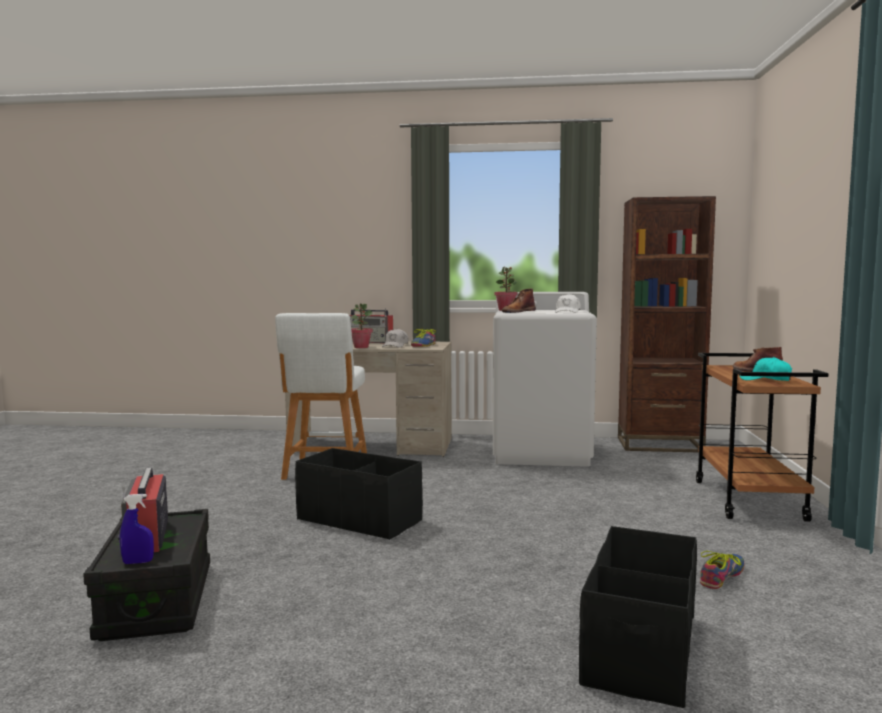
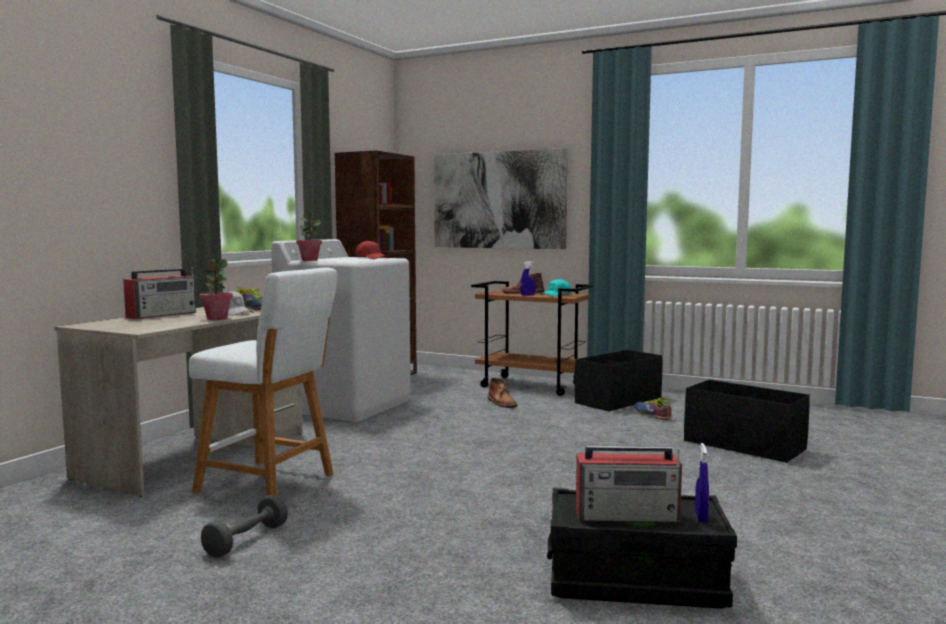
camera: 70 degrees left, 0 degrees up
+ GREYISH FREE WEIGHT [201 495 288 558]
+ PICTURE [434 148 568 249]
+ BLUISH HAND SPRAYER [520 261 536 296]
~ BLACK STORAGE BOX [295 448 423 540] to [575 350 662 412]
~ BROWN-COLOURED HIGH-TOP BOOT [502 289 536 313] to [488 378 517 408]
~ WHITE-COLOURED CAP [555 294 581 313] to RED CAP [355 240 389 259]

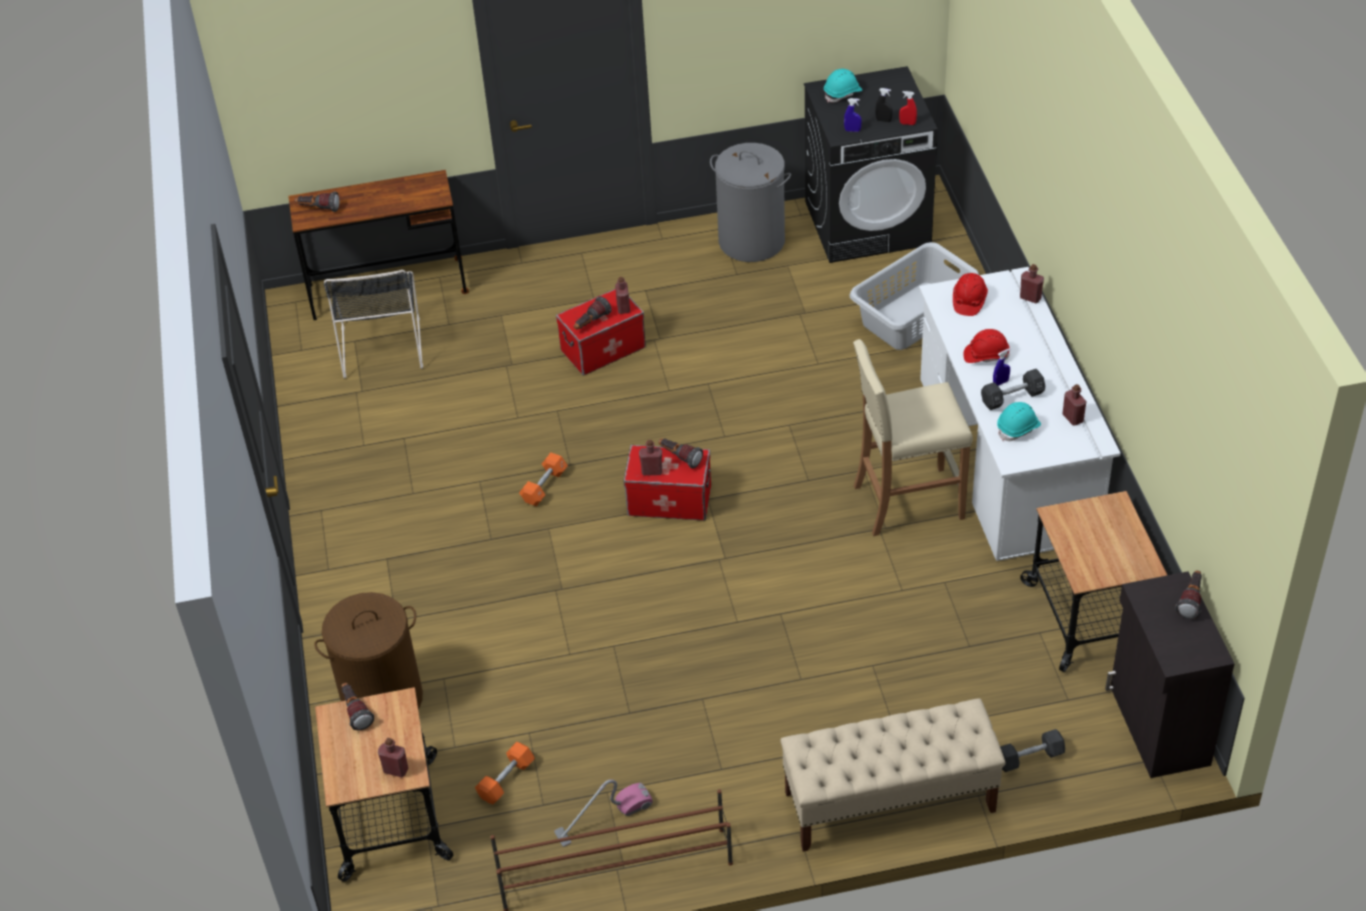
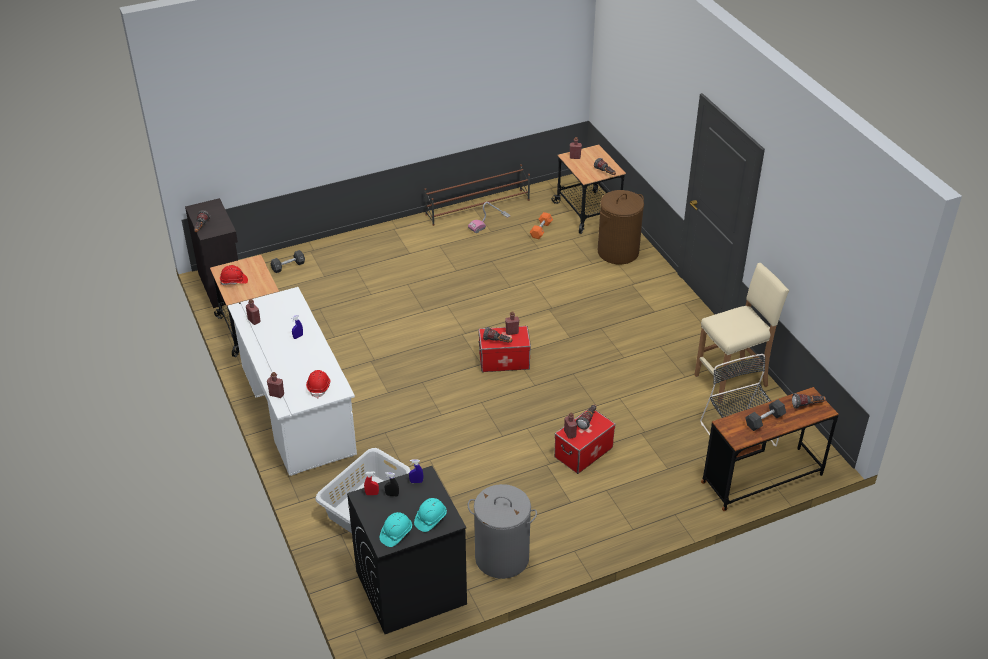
camera: 165 degrees right, 5 degrees down
- ORANGE-COLOURED FREE WEIGHT [519 453 568 506]
- BEIGE-COLOURED BENCH [780 698 1005 852]
~ BEIGE-COLOURED STOOL SEAT [853 339 973 536] to [695 263 789 403]
~ RED WORK HELMET [963 329 1009 363] to [220 265 248 285]
~ BLACK FREE WEIGHT [981 369 1045 410] to [745 399 786 431]
~ TURQUOISE-COLOURED WORK HELMET [997 402 1041 441] to [380 512 412 547]

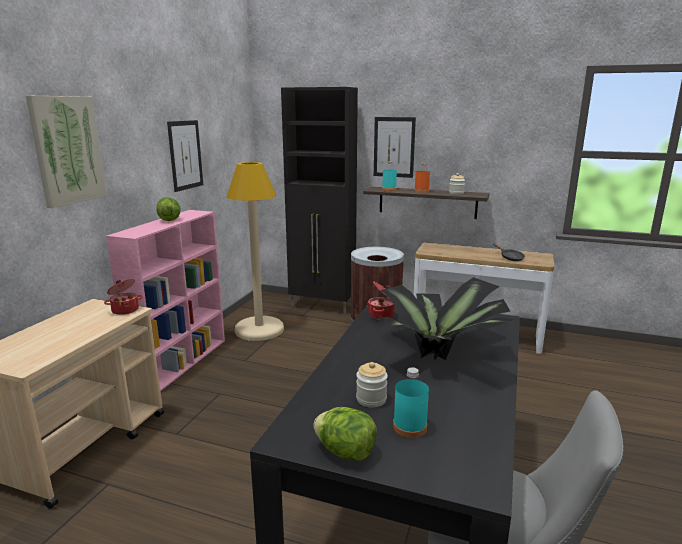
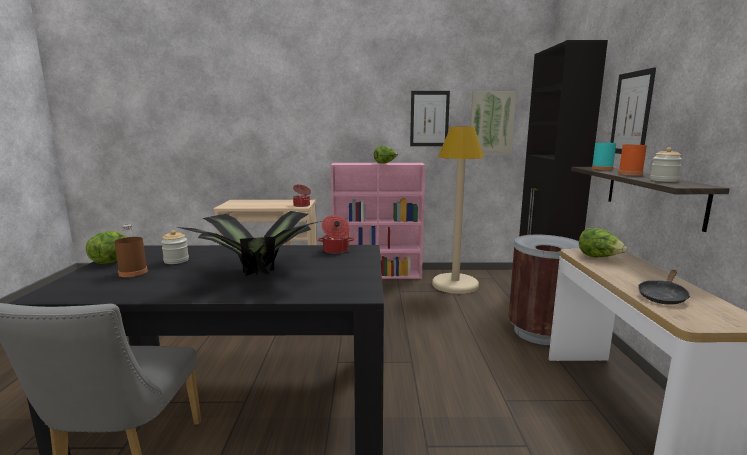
camera: 70 degrees right, 5 degrees down
+ LETTUCE [579 228 627 257]
~ PICTURE [26 96 107 208] to [470 91 516 155]
~ TURQUOISE-COLOURED BEVERAGE BOTTLE [393 367 429 438] to BROWN-COLOURED BEVERAGE BOTTLE [114 225 148 277]

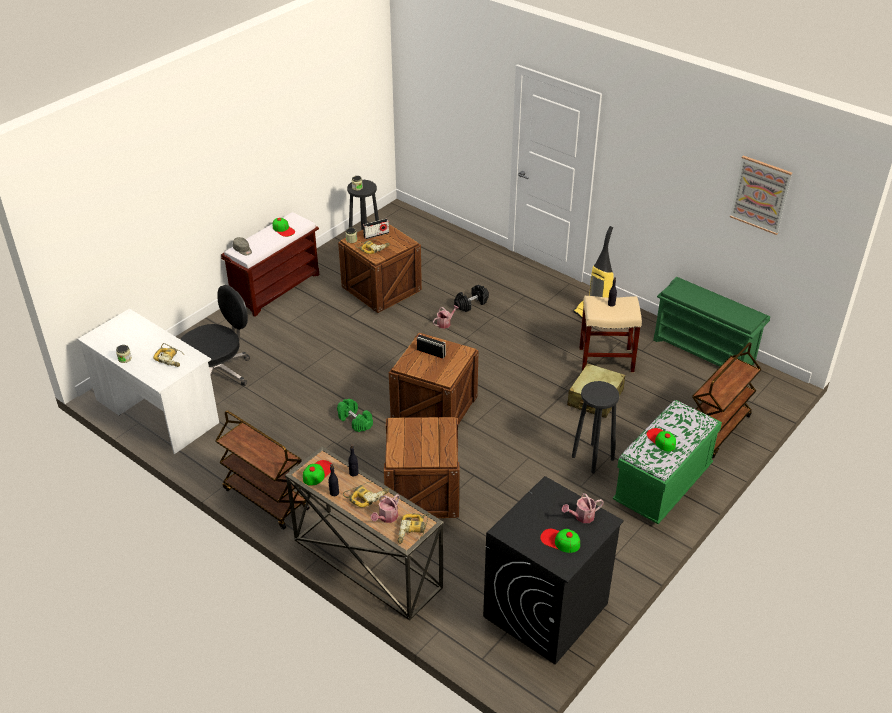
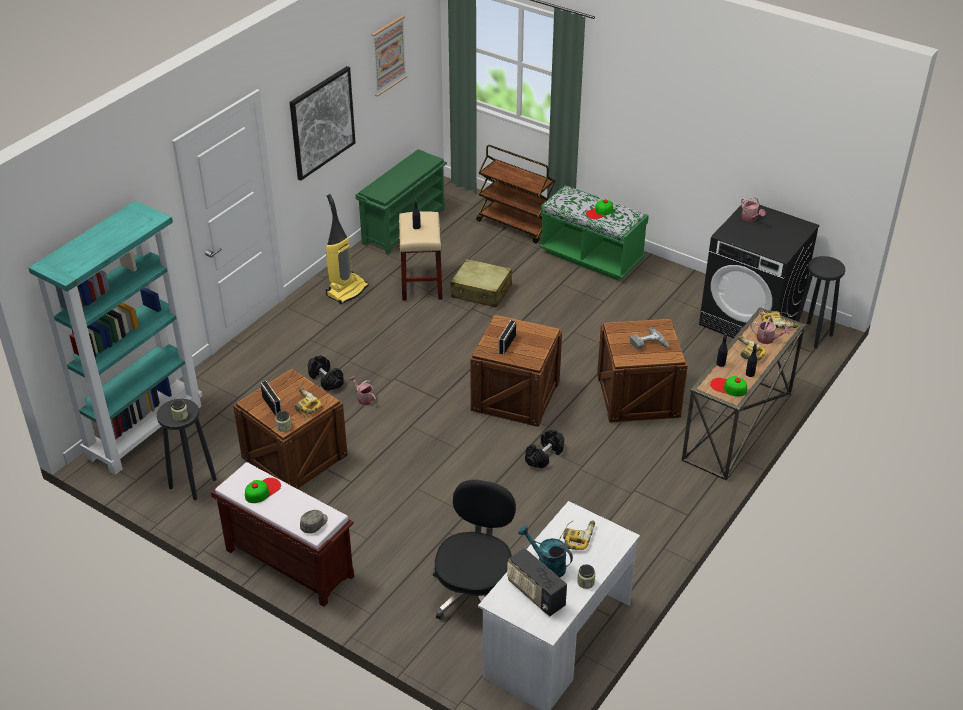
camera: 95 degrees left, 0 degrees up
- BROWN-COLOURED TROLLEY [215 410 310 530]
- CAP [540 529 580 553]
+ TURQUOISE-COLOURED BOOKCASE [28 201 202 475]
+ PICTURE [290 66 356 181]
+ RADIO SET [507 548 567 616]
+ TURQUOISE-COLOURED SPRINKLING CAN [518 525 573 577]
+ ELECTRIC DRILL [630 327 669 350]
~ BLACK STOOL SEAT [572 381 619 473] to [795 256 845 348]
~ GREEN FREE WEIGHT [337 399 373 432] to BLACK FREE WEIGHT [525 430 564 468]
~ BLACK OFFICE CHAIR [180 285 250 386] = [433 479 516 620] 60 degrees clockwise

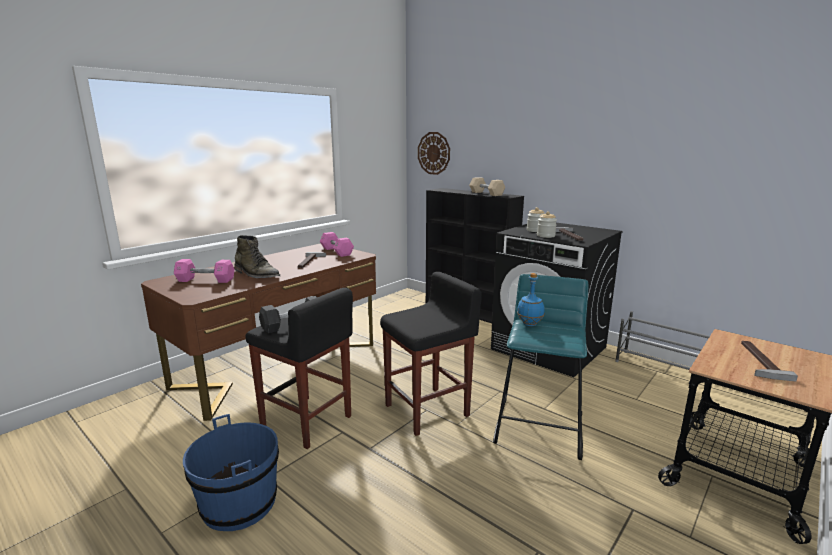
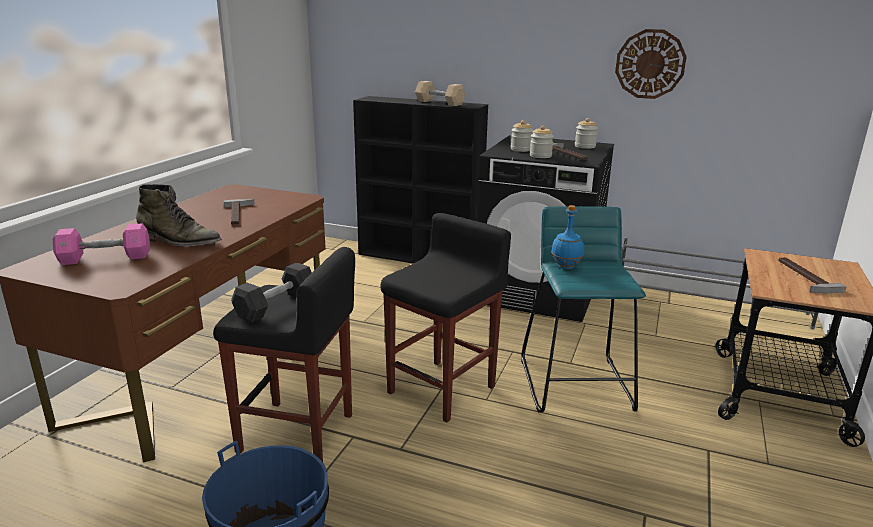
camera: 20 degrees left, 5 degrees up
- PINKISH FREE WEIGHT [320 232 354 257]
+ STORAGE JAR [575 118 598 149]
~ CLOCK ON THE WALL [418 132 450 175] to [615 29 687 99]

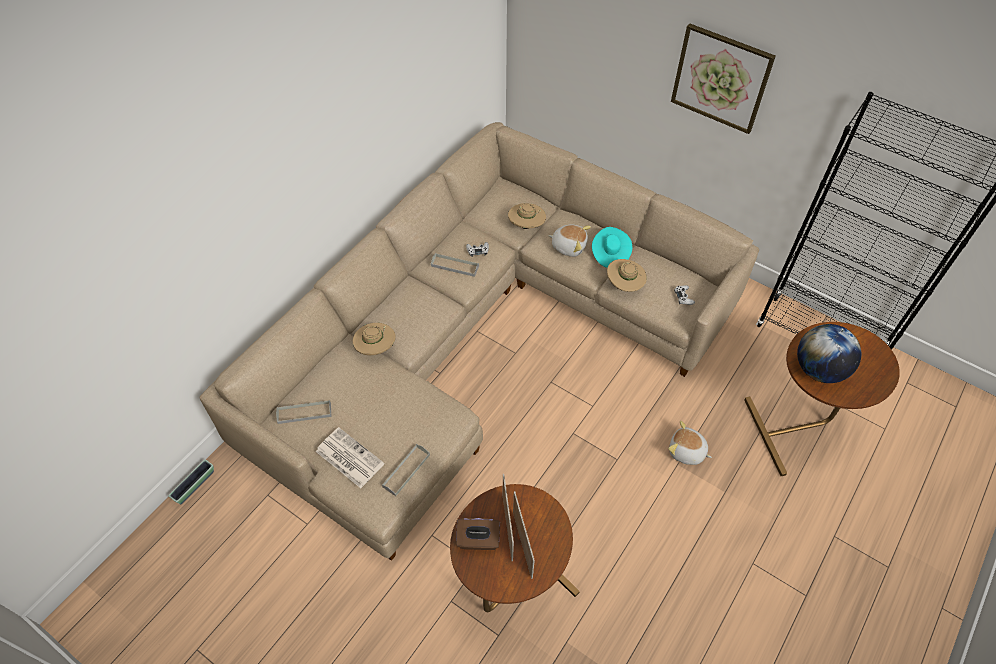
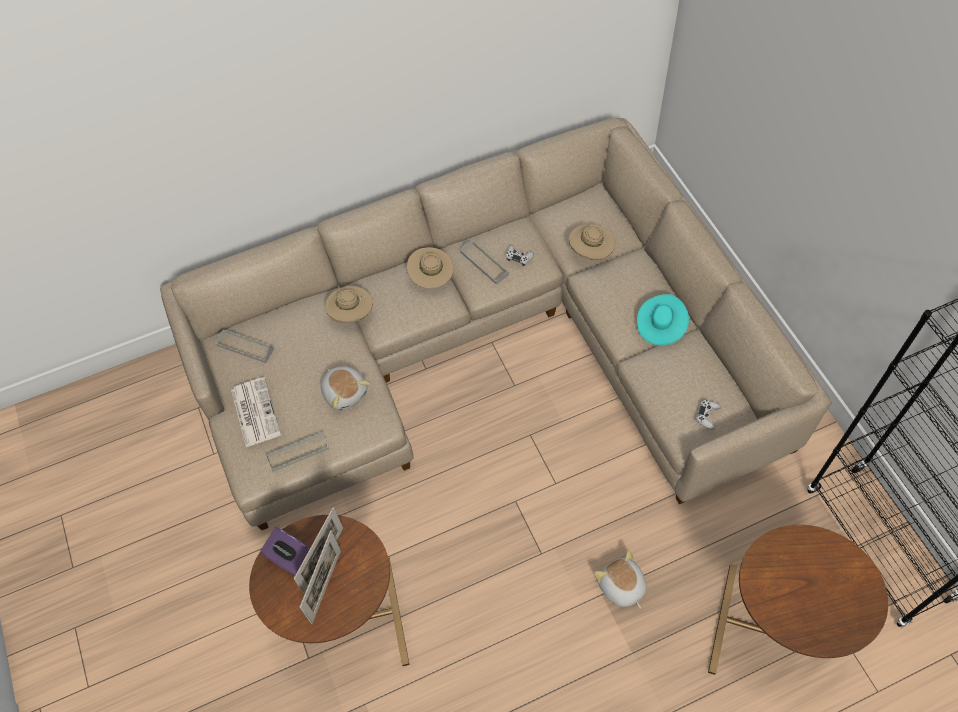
camera: 35 degrees right, 5 degrees up
- FLOWER POT [169 460 214 505]
- PICTURE [671 23 776 134]
- GLOBE [797 324 861 383]
~ PLUSH TOY [548 224 591 257] to [321 366 370 410]
~ BEIGE-COLOURED WEARABLE HAT [607 259 647 292] to [407 247 454 289]
~ BROWN-COLOURED TISSUE BOX [456 518 500 550] to PURPLISH TISSUE BOX [260 527 310 575]

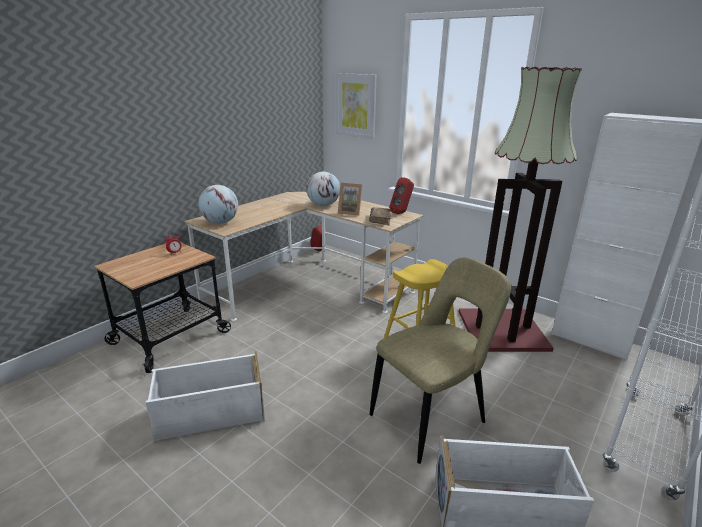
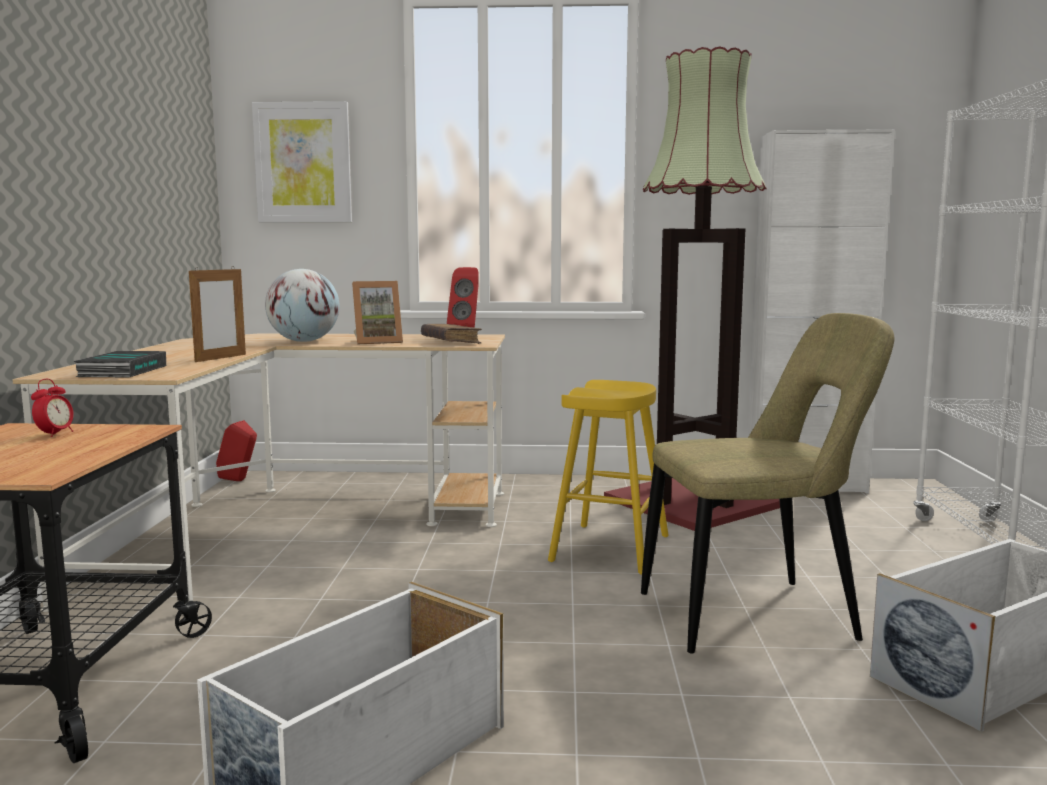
camera: 35 degrees left, 15 degrees down
+ PHOTO FRAME [189 266 246 362]
~ GLOBE [198 185 238 224] to BOOK [74 351 166 377]
~ BEIGE-COLOURED UPRIGHT CHAIR [369 258 511 464] = [641 313 894 654] 60 degrees clockwise

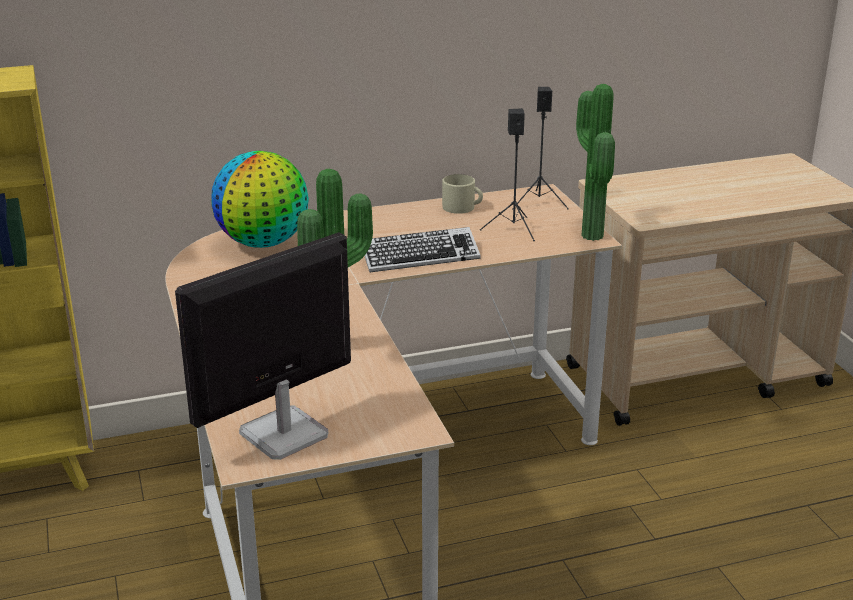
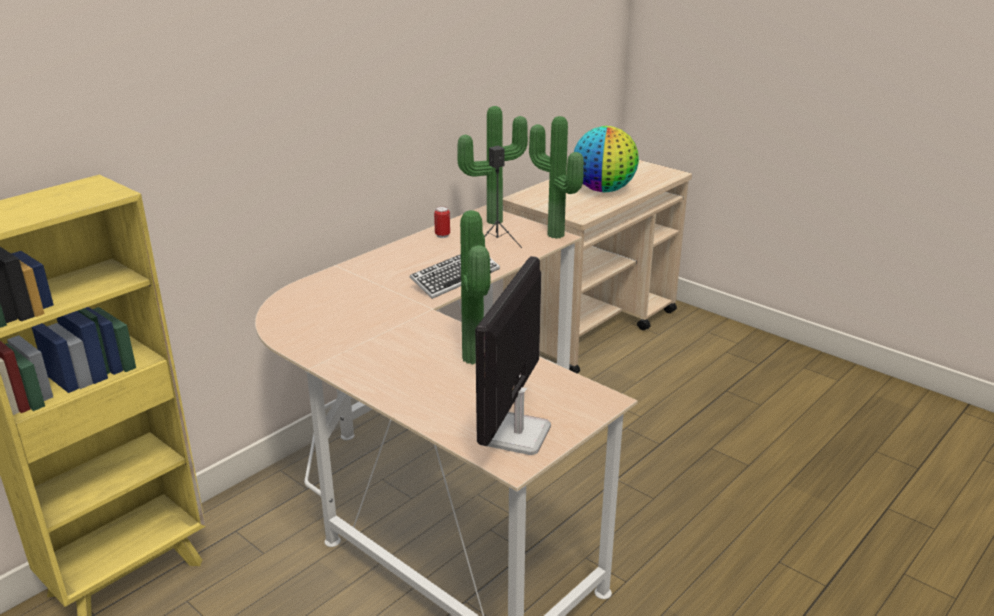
camera: 30 degrees left, 0 degrees up
~ GLOBE [211 151 309 248] to [574 126 639 192]
~ BEIGE-COLOURED MUG [442 174 483 214] to SEALED CAN [434 206 450 238]
~ BLACK SPEAKER [512 87 569 209] to POTTED PLANT [458 106 528 224]

